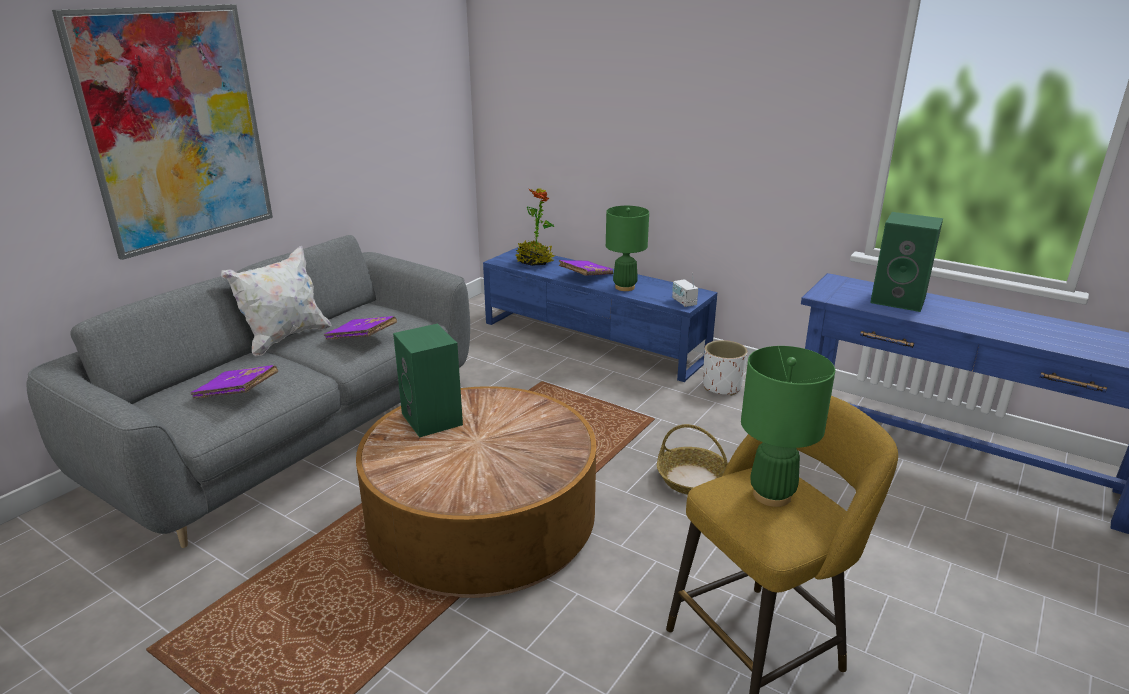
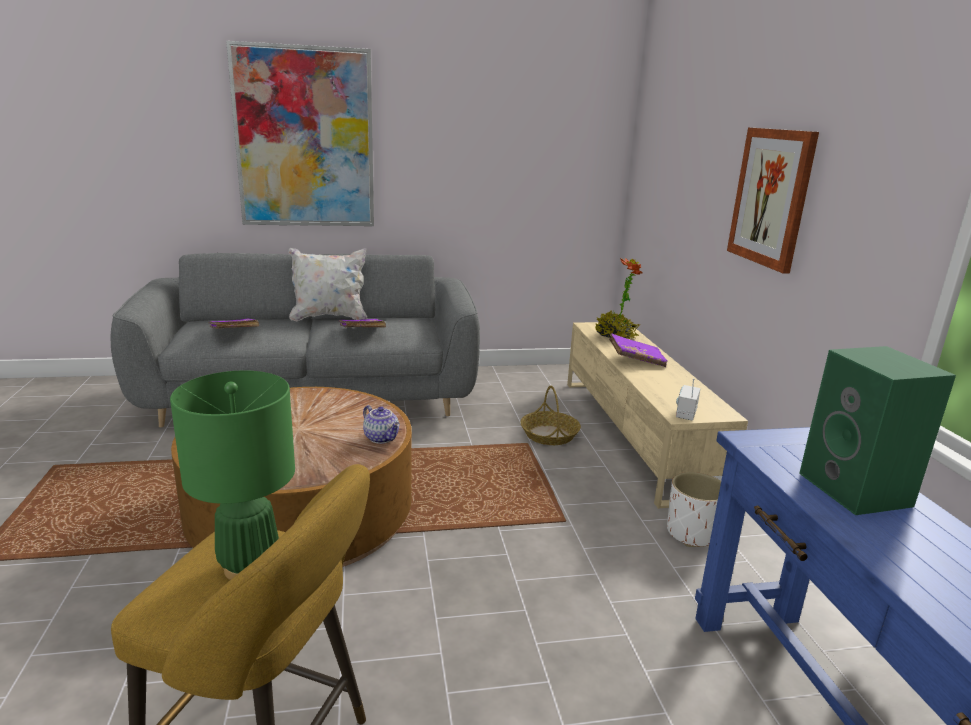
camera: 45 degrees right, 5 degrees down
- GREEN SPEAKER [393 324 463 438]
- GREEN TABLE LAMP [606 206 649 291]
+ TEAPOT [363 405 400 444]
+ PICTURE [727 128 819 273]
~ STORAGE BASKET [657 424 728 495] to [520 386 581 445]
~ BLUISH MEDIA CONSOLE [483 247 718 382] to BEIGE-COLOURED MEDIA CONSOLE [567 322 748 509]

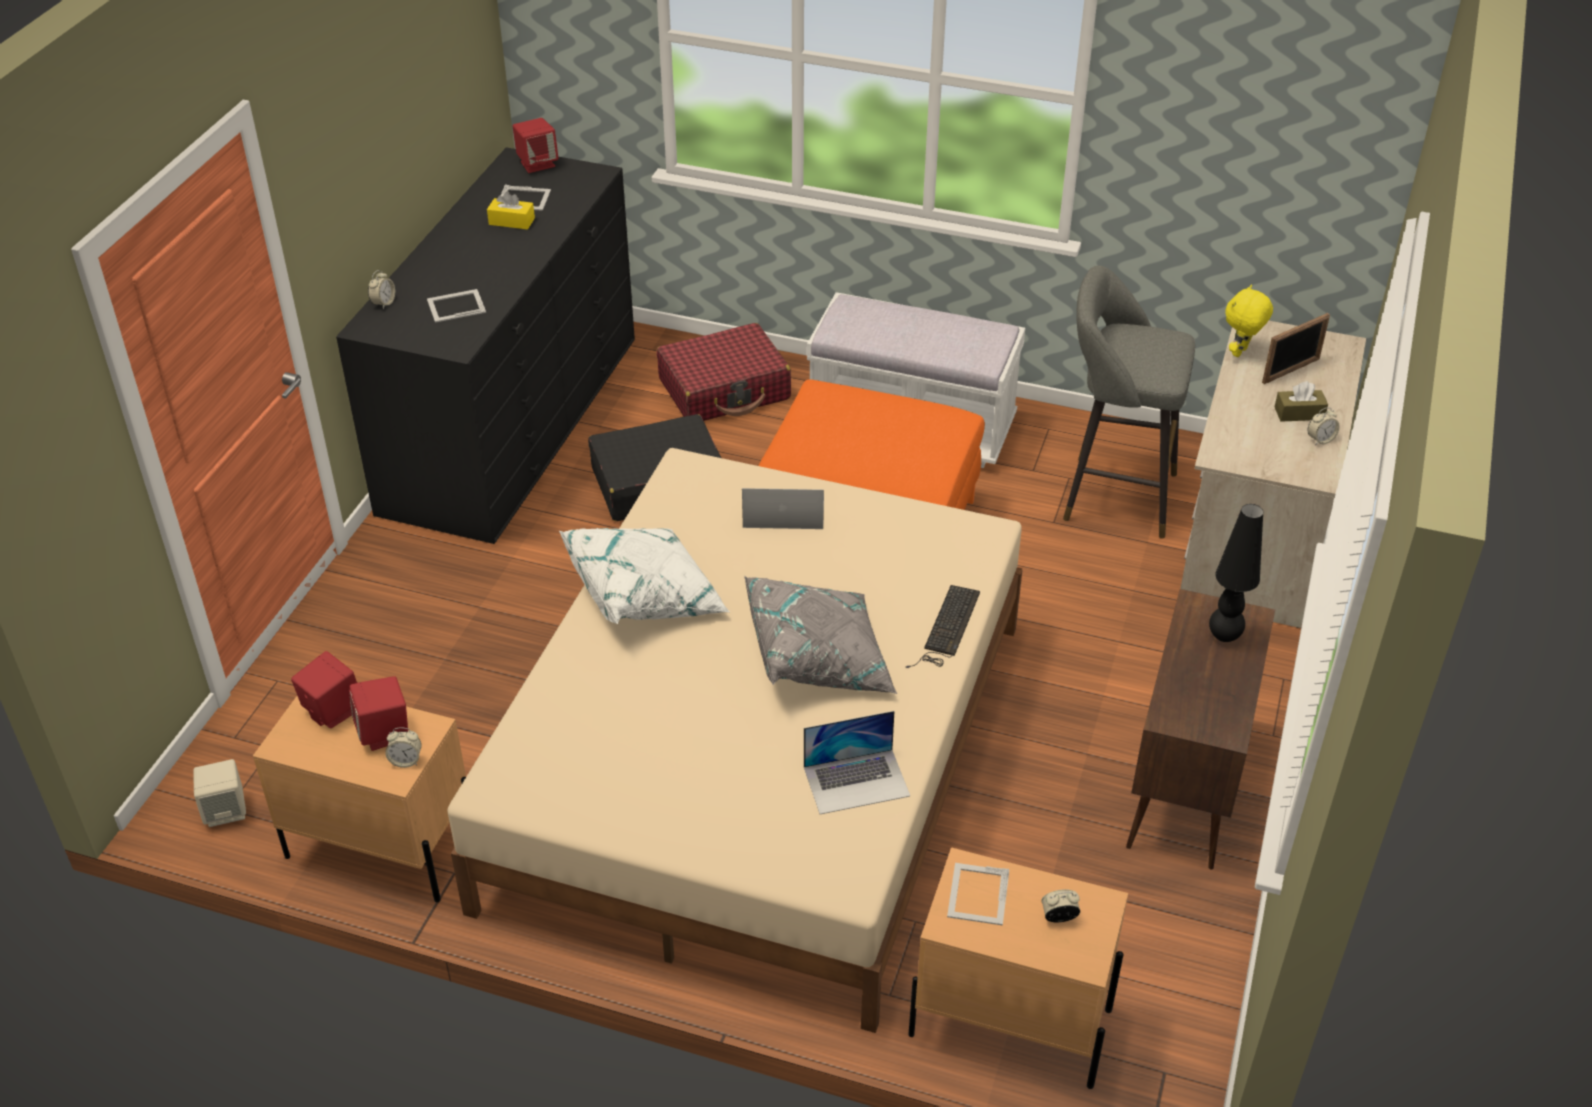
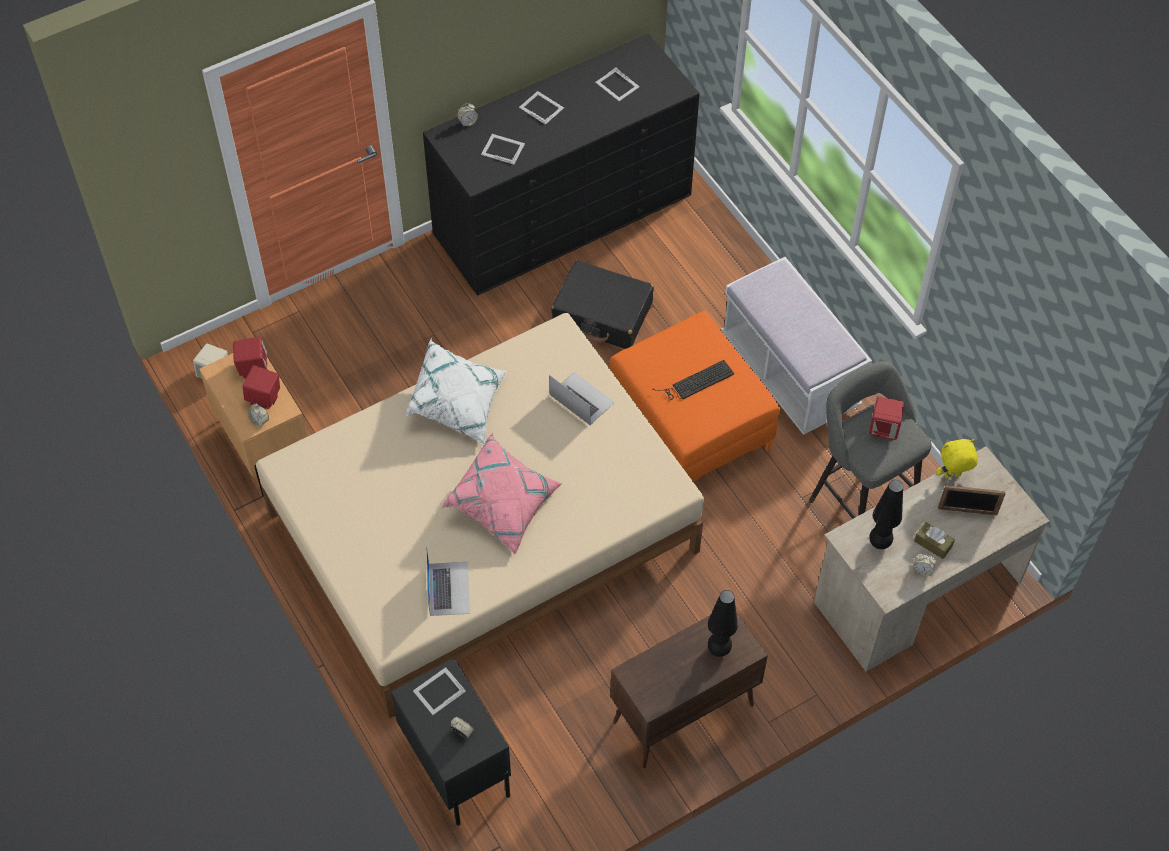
camera: 40 degrees right, 15 degrees up
- YELLOWISH TISSUE BOX [487 191 535 230]
- RED PIECE OF LUGGAGE [656 323 791 421]
+ PHOTO FRAME [519 91 564 125]
+ BLACK TABLE LAMP [869 480 903 549]
~ RED SPEAKER [513 118 558 173] to [869 396 904 440]
~ PC KEYBOARD [906 585 980 668] to [652 360 734 400]
~ GREYISH PILLOW [744 576 897 694] to PINKISH PILLOW [442 433 562 555]
~ BEIGE-COLOURED NIGHTSTAND [908 847 1128 1089] to BLACK NIGHTSTAND [391 658 511 826]
~ LAPTOP [804 711 910 814] = [426 546 470 616] 120 degrees counterclockwise

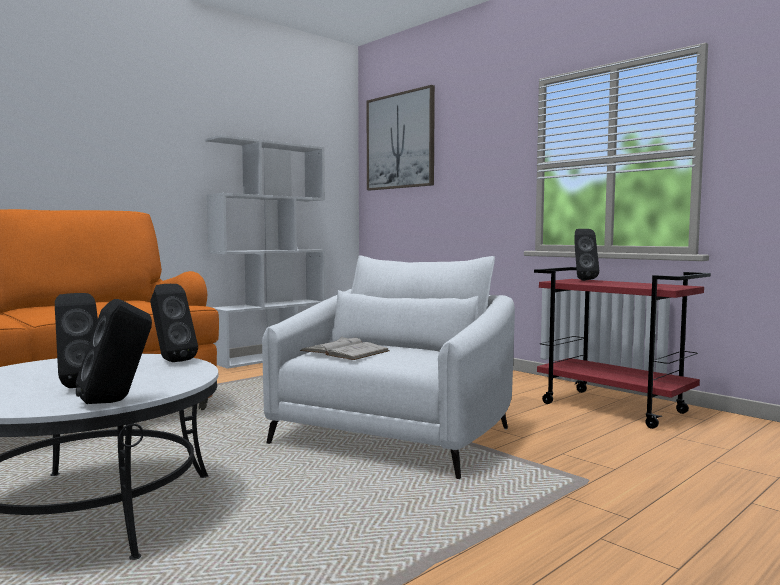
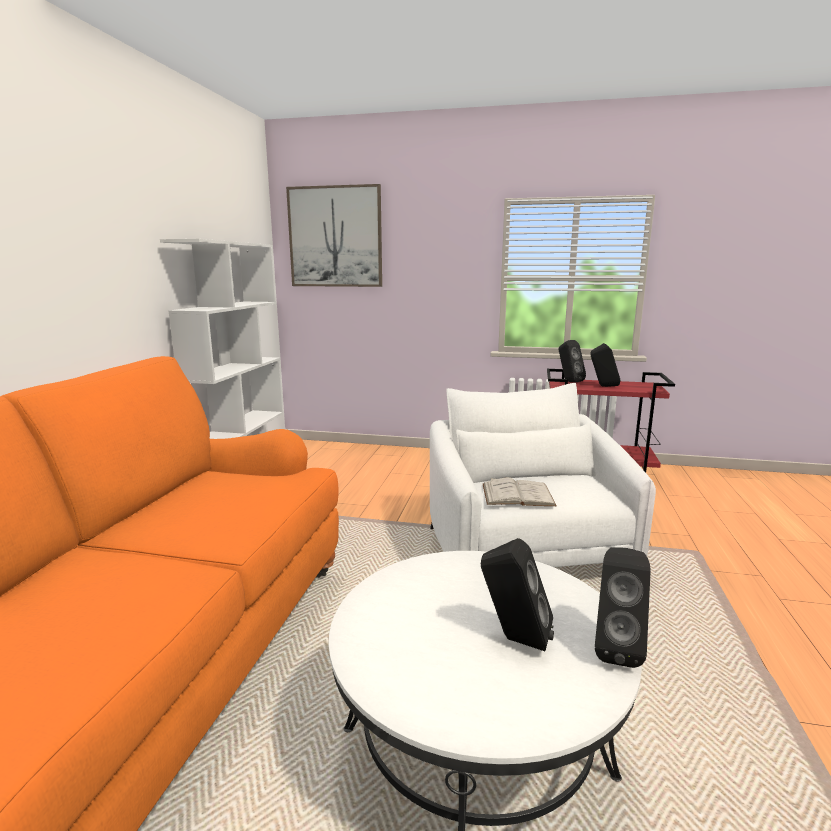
camera: 35 degrees left, 10 degrees up
~ BLACK SPEAKER [150 284 198 362] to [590 343 621 387]

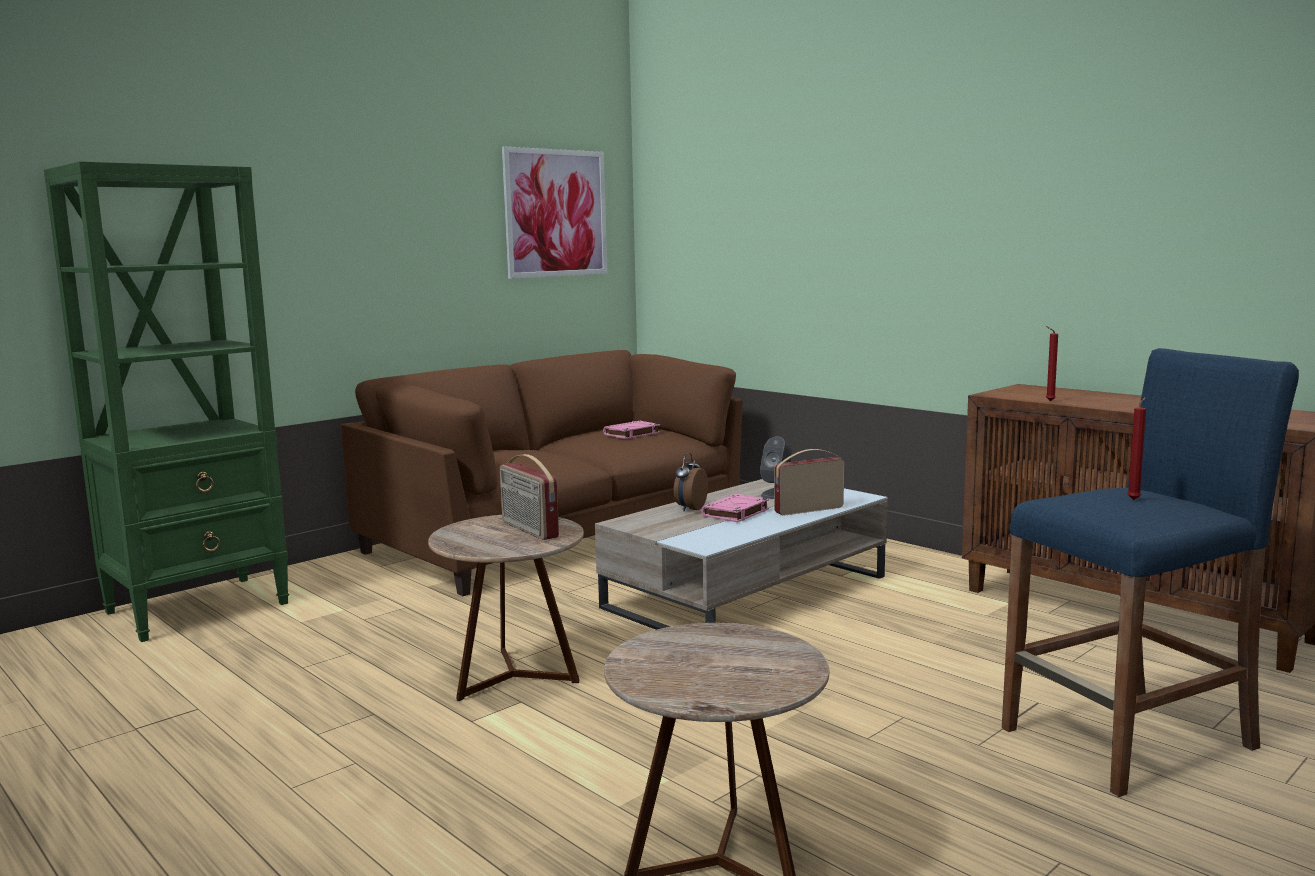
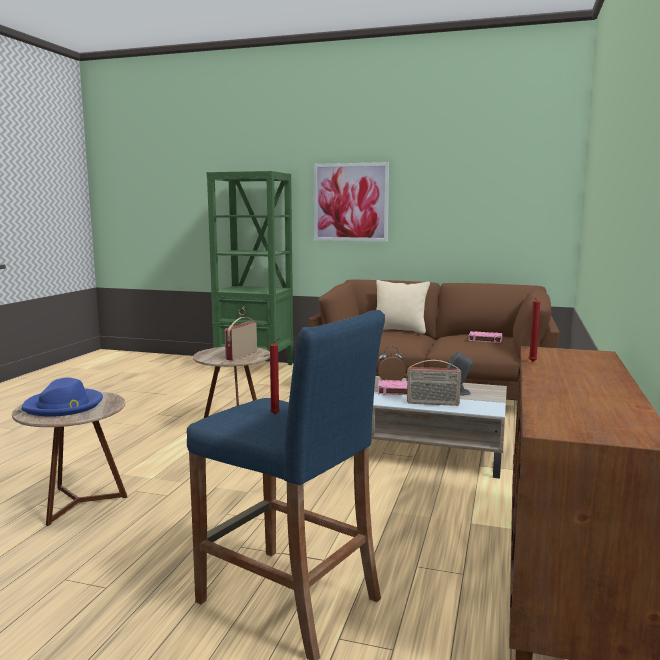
camera: 60 degrees right, 0 degrees up
+ BLUISH WEARABLE HAT [21 378 103 417]
+ BEIGE-COLOURED PILLOW [376 280 430 334]
~ PICTURE [502 147 607 279] to [314 162 389 242]
~ RADIO SET [774 449 844 516] = [406 360 461 406] 150 degrees clockwise

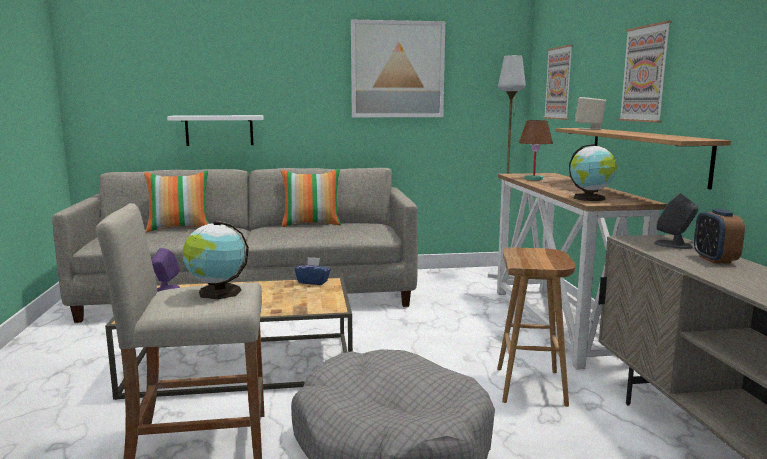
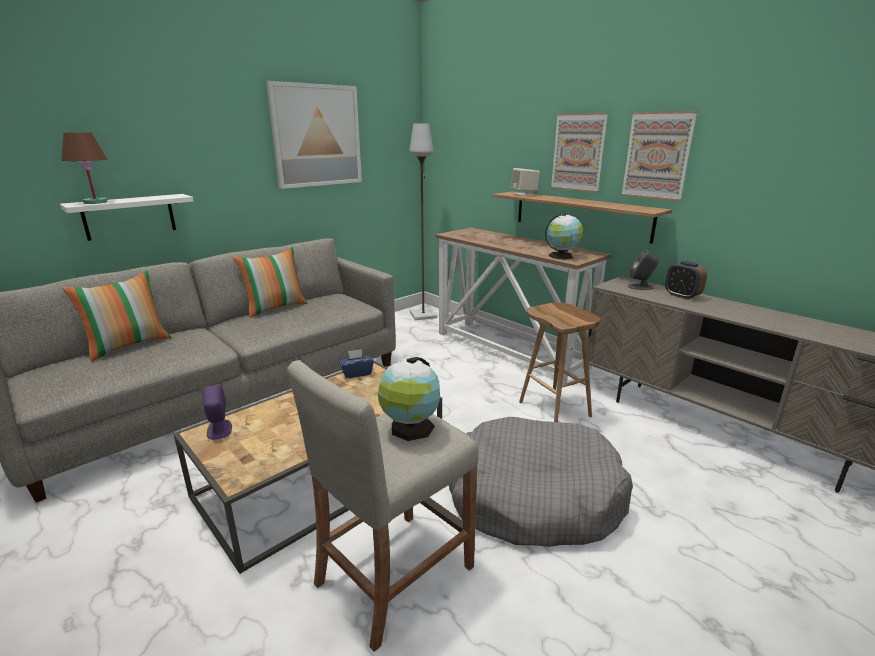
camera: 35 degrees left, 10 degrees up
~ BROWN-COLOURED TABLE LAMP [519 120 553 180] to [61 132 108 204]
~ PICTURE [543 45 574 120] to [621 111 698 201]

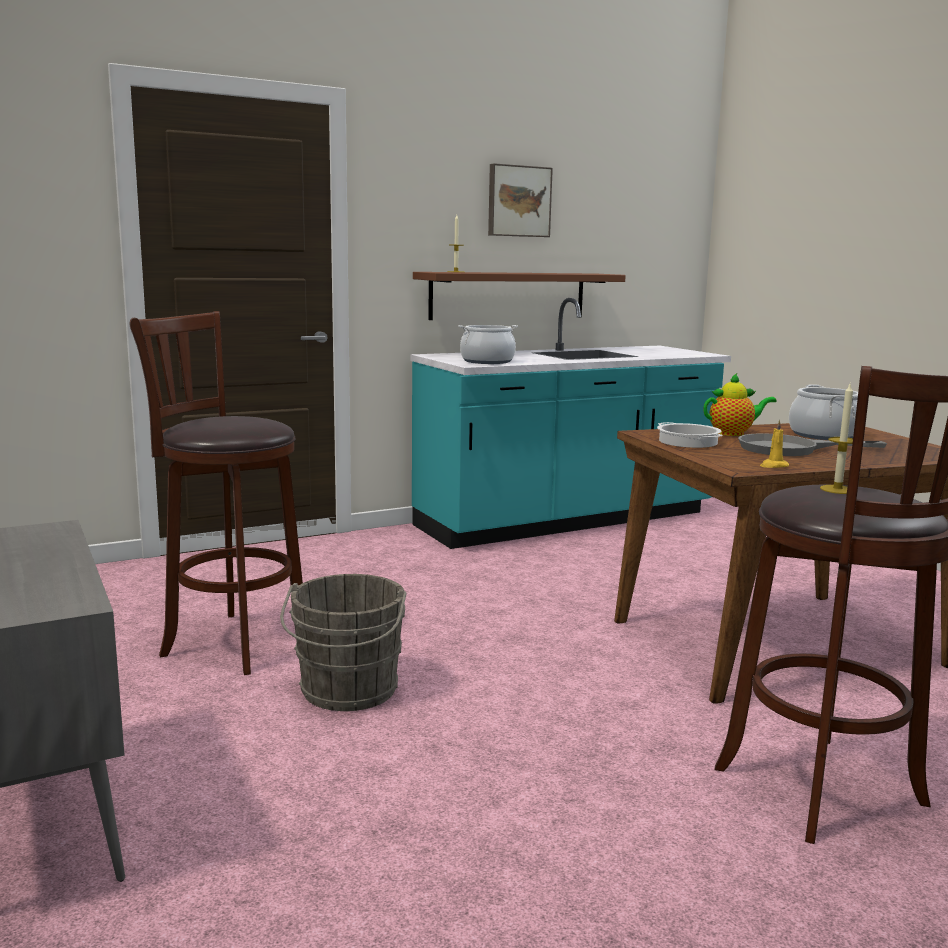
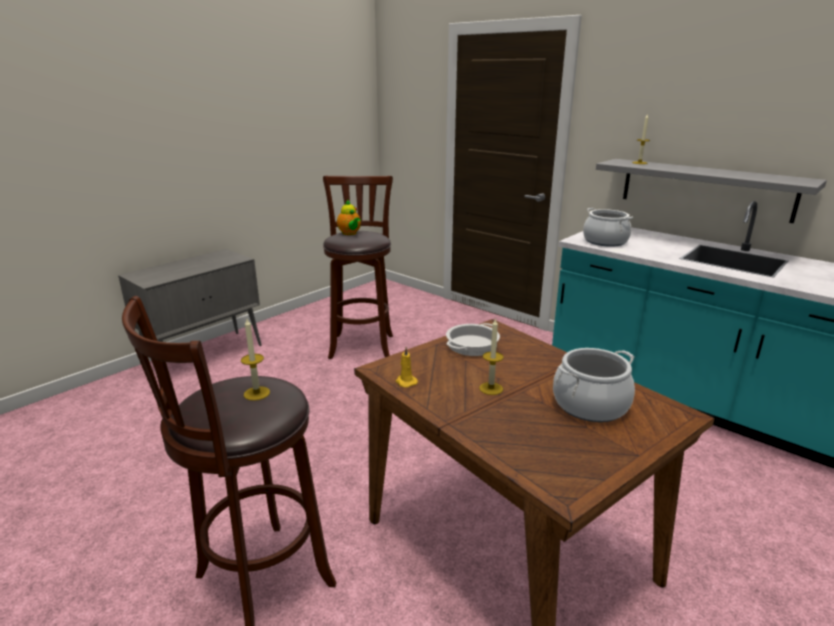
camera: 70 degrees right, 10 degrees up
- GREYISH WATER BUCKET [280 574 407 711]
- PICTURE [488 163 553 237]
~ TEAPOT [703 373 777 436] to [337 200 361 235]
~ GREYISH SKILLET [738 433 887 456] to WAX CANDLE [479 318 504 395]
~ BROWN-COLOURED SHELF [413 272 626 320] to GREYISH SHELF [596 159 827 223]

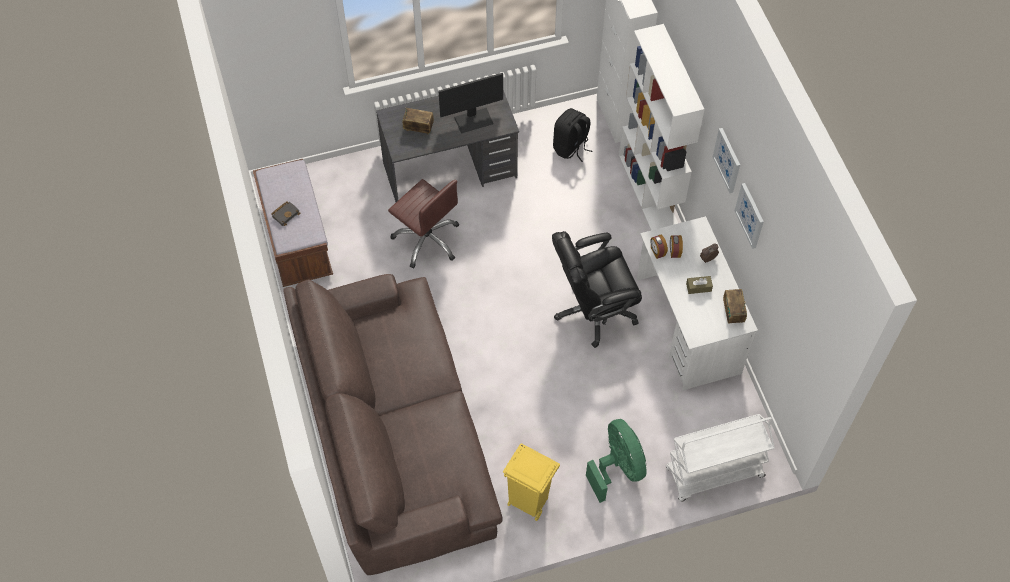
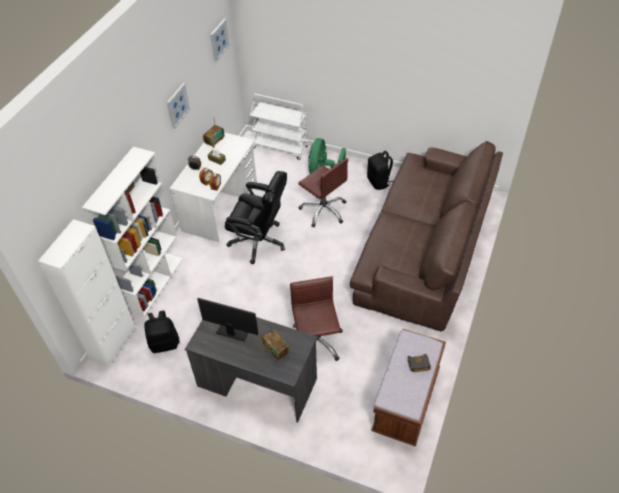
camera: 140 degrees left, 10 degrees down
+ BROWN-COLOURED OFFICE CHAIR [298 158 348 228]
~ PICTURE [713 128 740 193] to [210 19 230 62]
~ YELLOWISH RUBBISH BIN [503 443 560 521] to BLACK BACKPACK [367 151 393 190]

